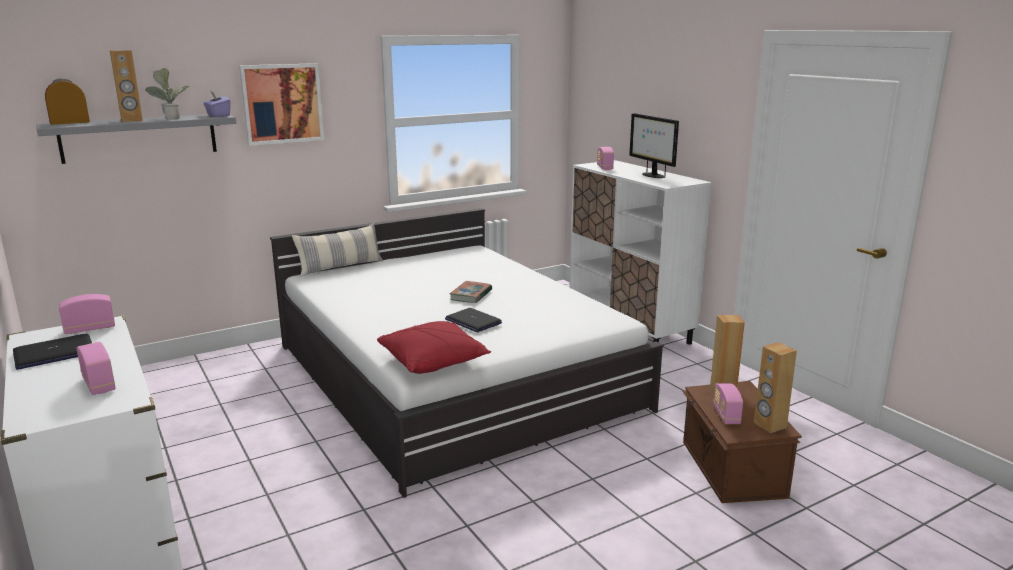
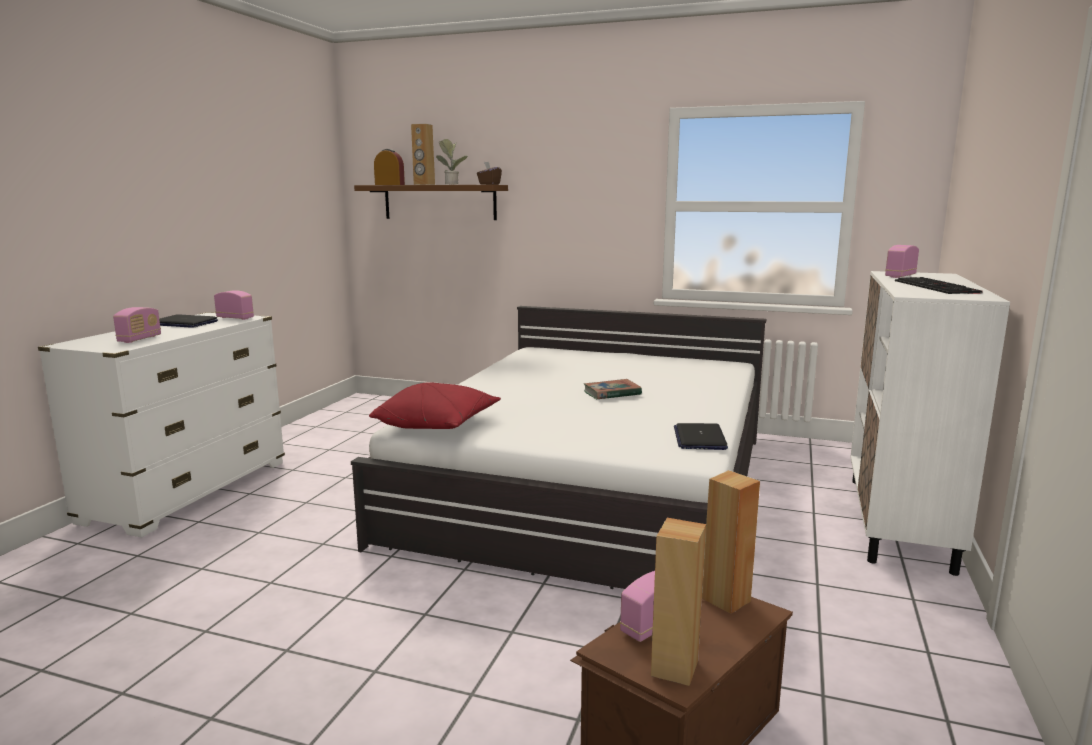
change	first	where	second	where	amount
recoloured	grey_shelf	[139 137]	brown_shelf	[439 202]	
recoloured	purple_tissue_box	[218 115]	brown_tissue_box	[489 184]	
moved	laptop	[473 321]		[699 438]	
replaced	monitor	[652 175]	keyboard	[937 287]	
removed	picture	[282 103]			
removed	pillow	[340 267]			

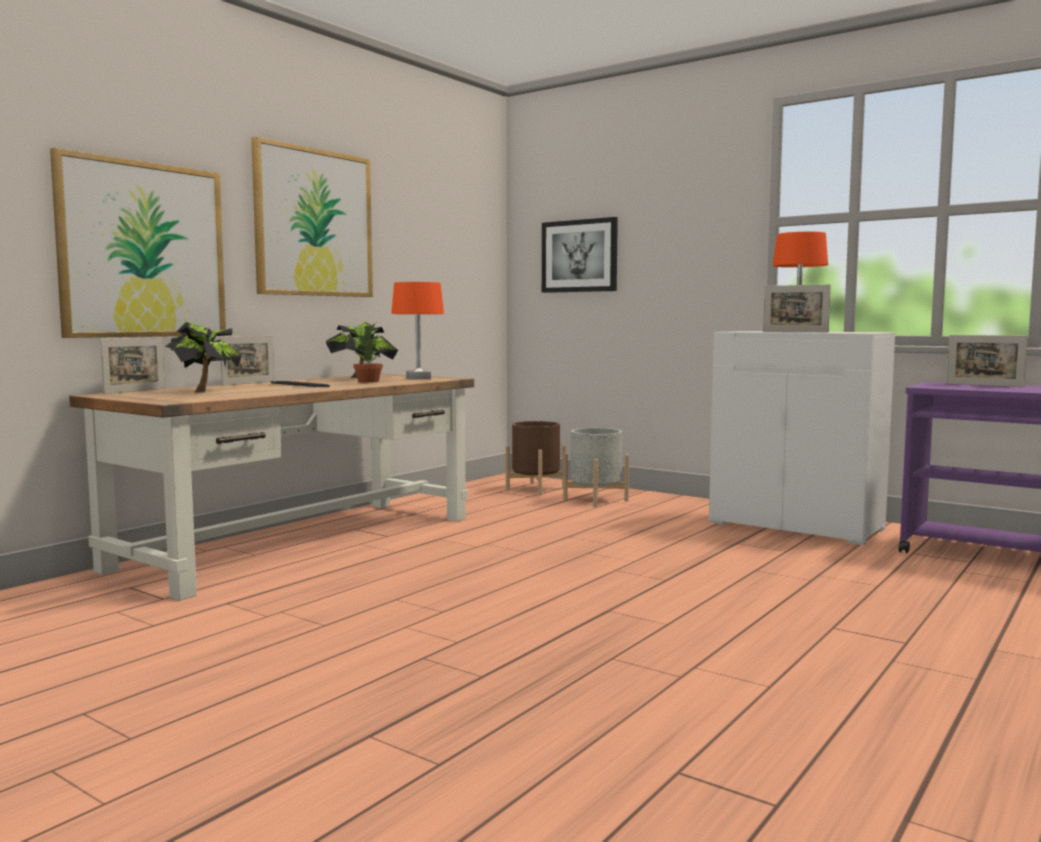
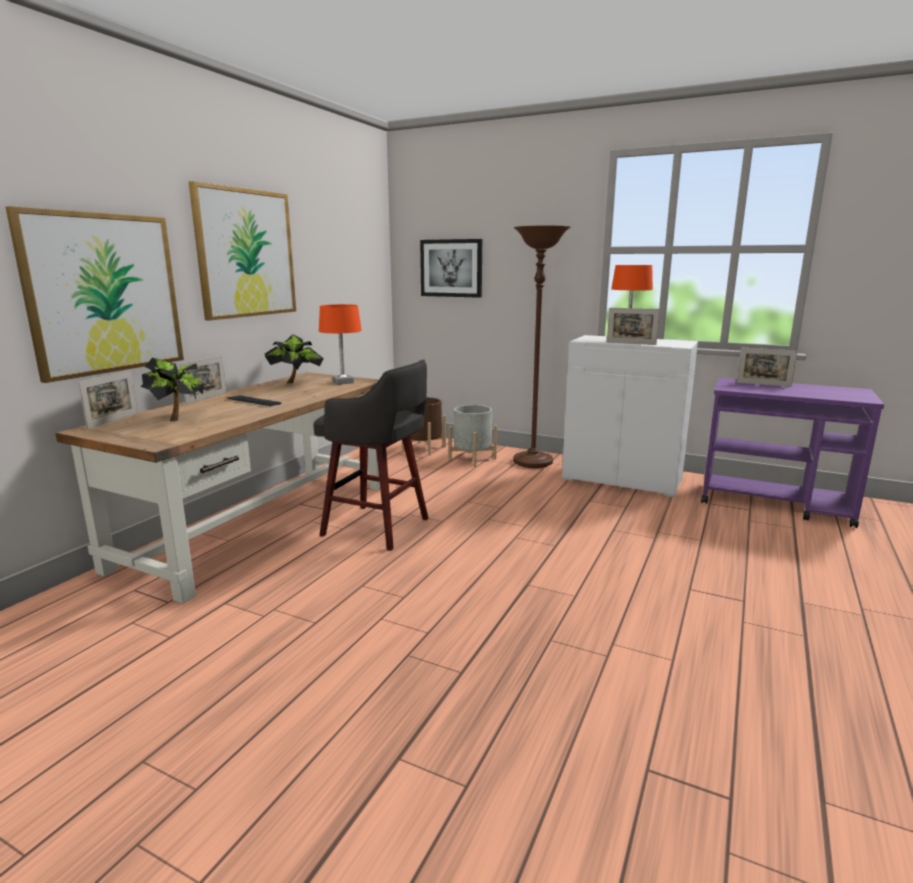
change	first	where	second	where	amount
added			grey_stool	[379 528]	
added			brown_floor_lamp	[532 462]	
removed	potted_plant	[368 381]			

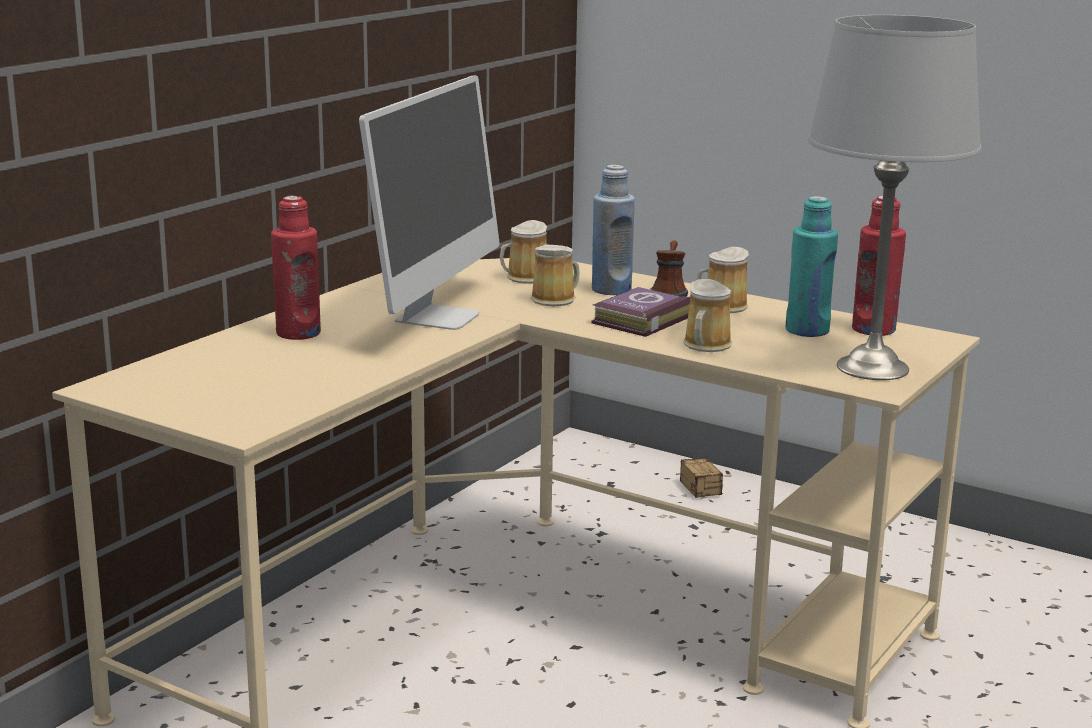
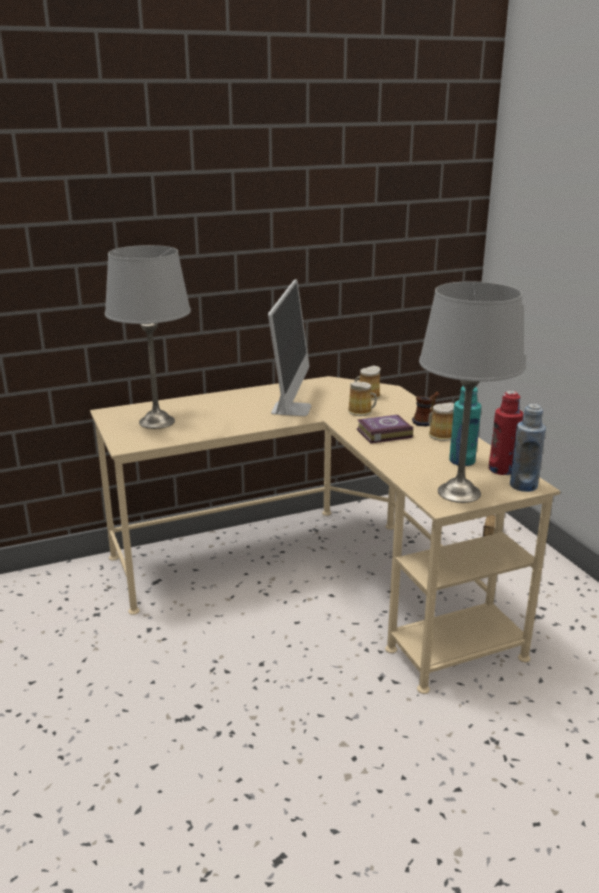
change	first	where	second	where	amount
added			grey_table_lamp	[156 422]	
turned	monitor	[437 317]		[291 409]	45 degrees counterclockwise
moved	blue_bottle	[611 290]		[523 485]	
removed	red_bottle	[298 333]			
removed	mug	[706 345]			

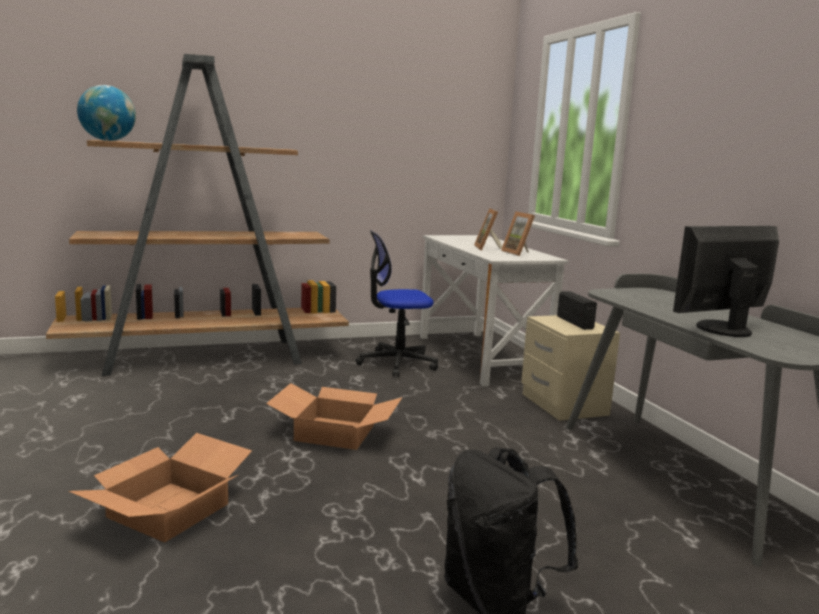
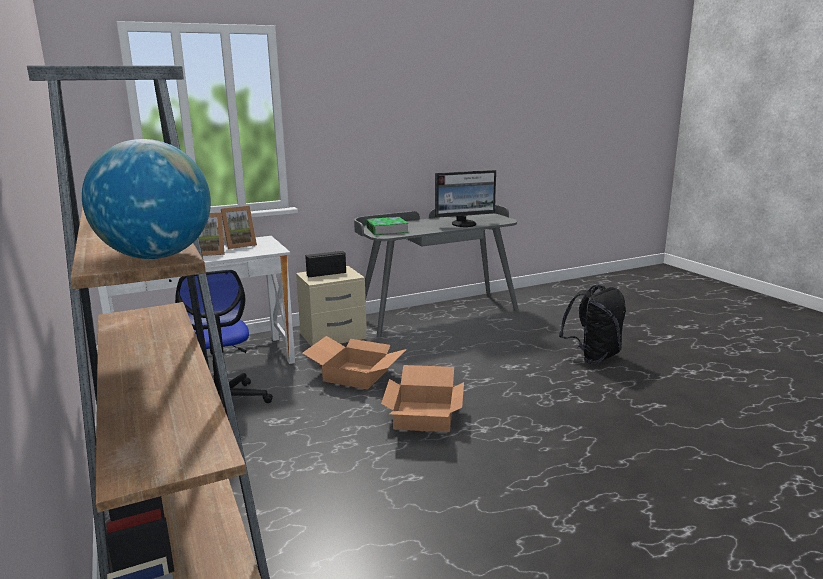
change	first	where	second	where	amount
moved	cardboard_box	[168 509]		[355 375]	
added			book	[387 230]	
turned	monitor	[720 329]		[464 224]	75 degrees counterclockwise

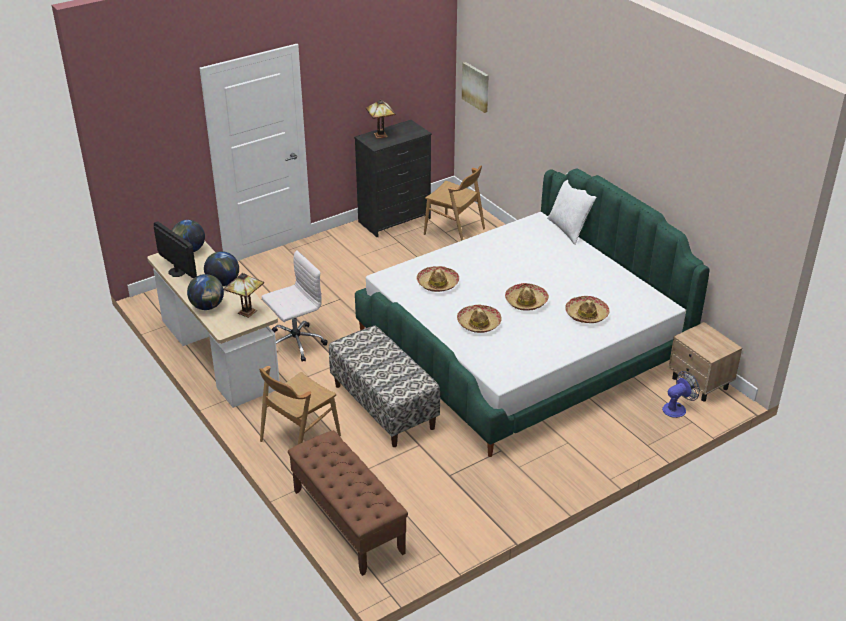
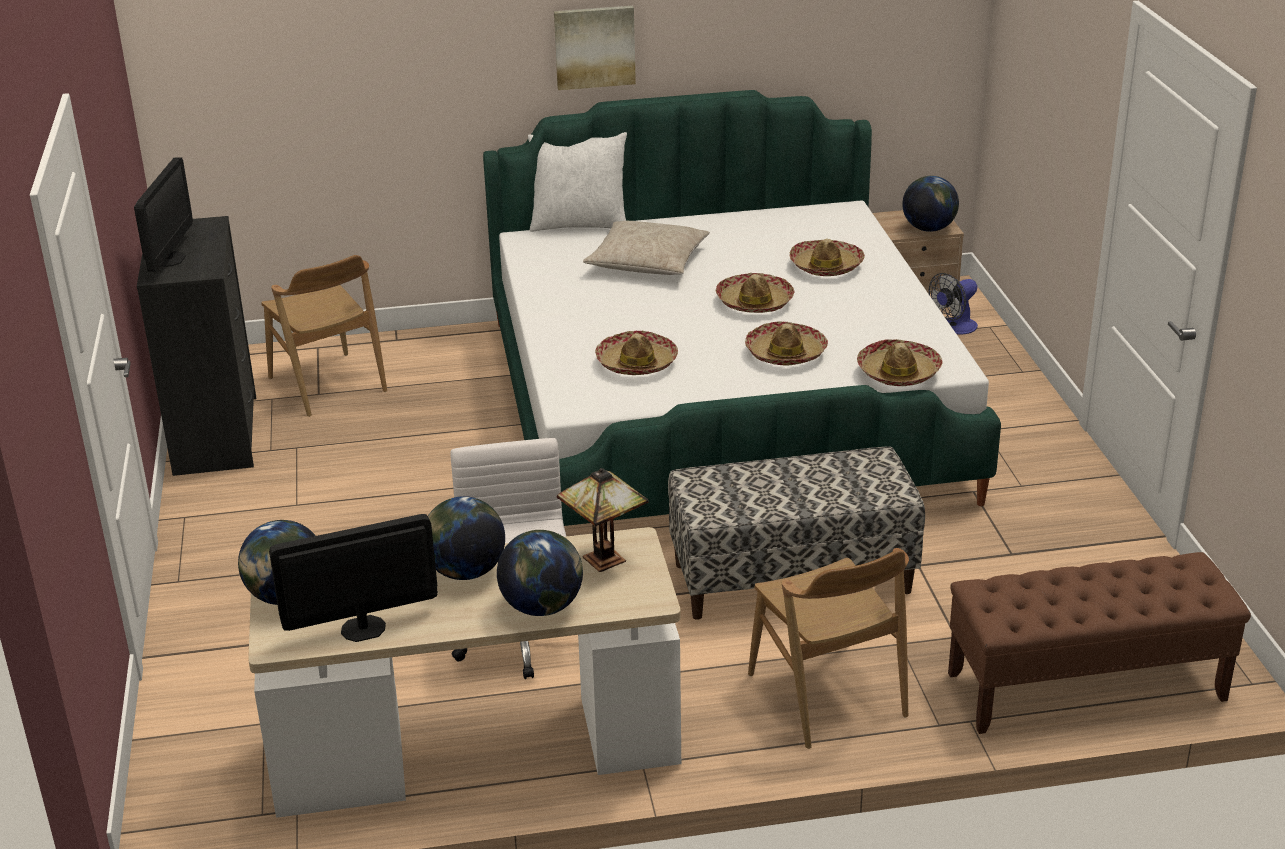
change	first	where	second	where	amount
replaced	table_lamp	[381 135]	monitor	[169 259]	
turned	brown_chair	[454 232]		[327 385]	90 degrees clockwise
moved	picture	[476 86]		[594 47]	
added			beige_pillow	[647 261]	
added			hat	[898 372]	
added			globe	[928 228]	
turned	fan	[677 408]		[954 328]	120 degrees counterclockwise

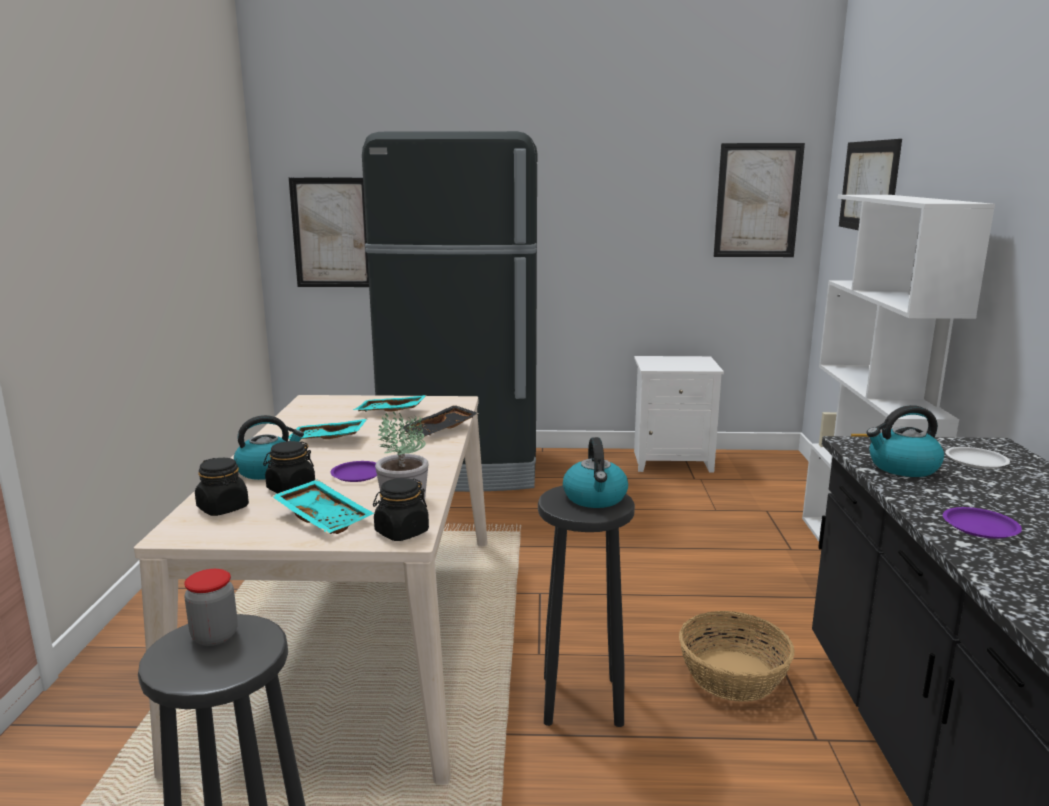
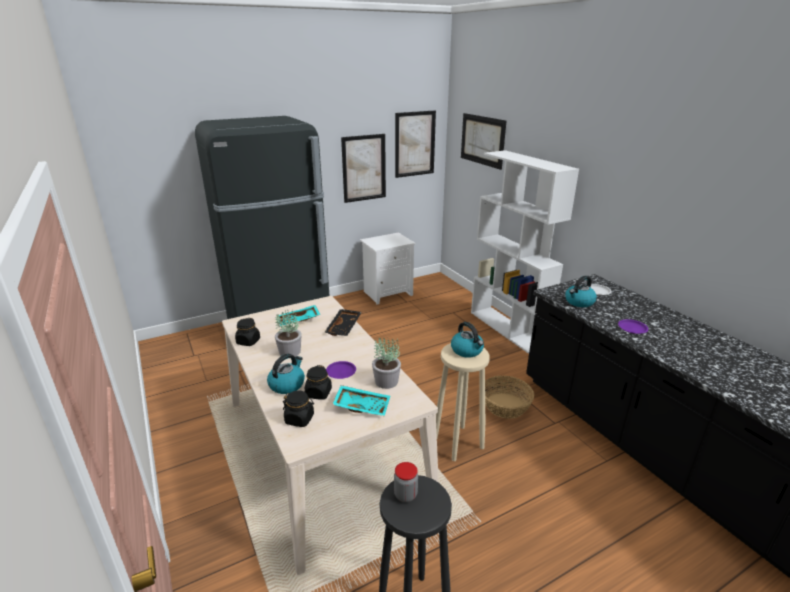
change	first	where	second	where	amount
moved	black_jar	[401 532]		[248 341]	
replaced	turquoise_tray	[327 440]	potted_plant	[290 352]	
moved	picture	[332 233]		[364 168]	
recoloured	black_stool	[582 701]	beige_stool	[458 443]	

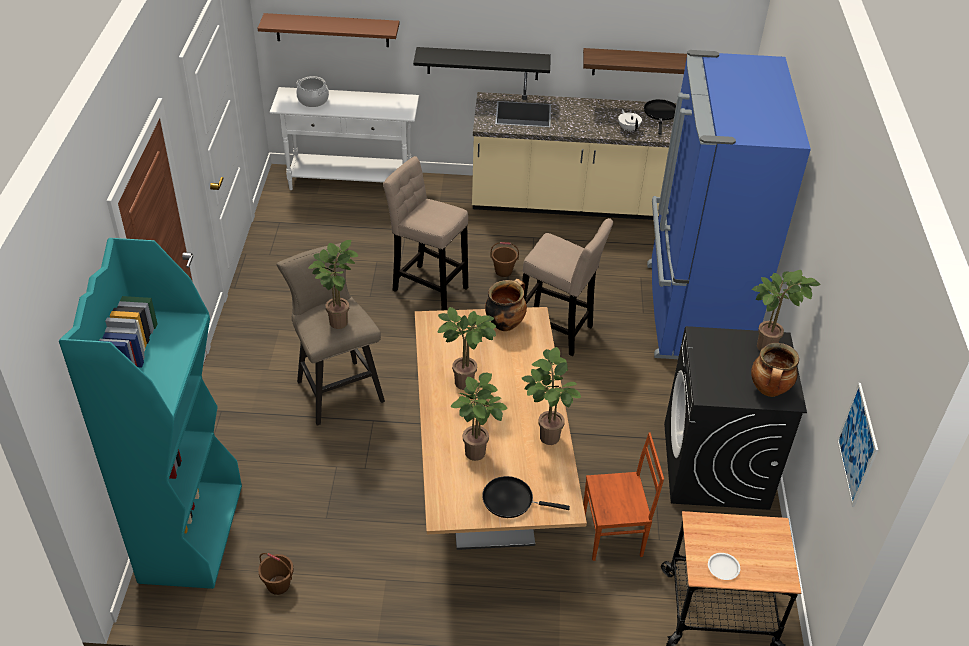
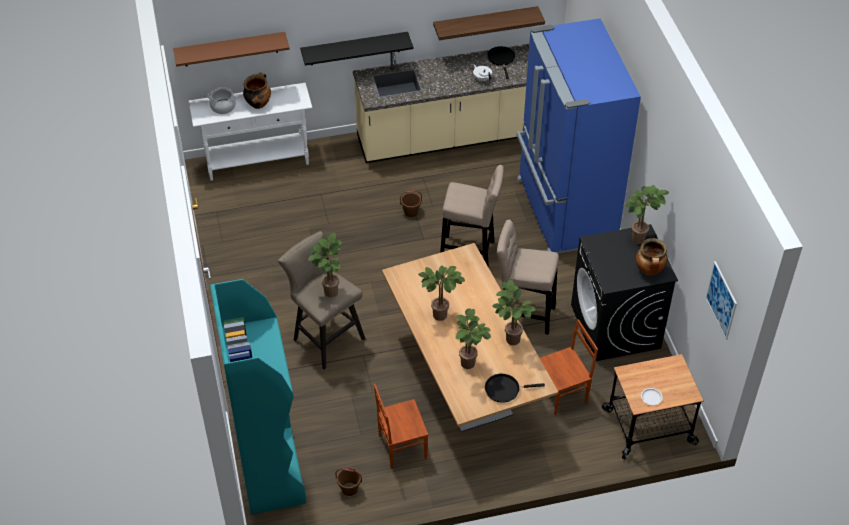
change	first	where	second	where	amount
moved	cooking_pot	[505 323]		[258 103]	
added			brown_chair	[401 446]	
moved	beige_stool	[427 286]		[523 314]	

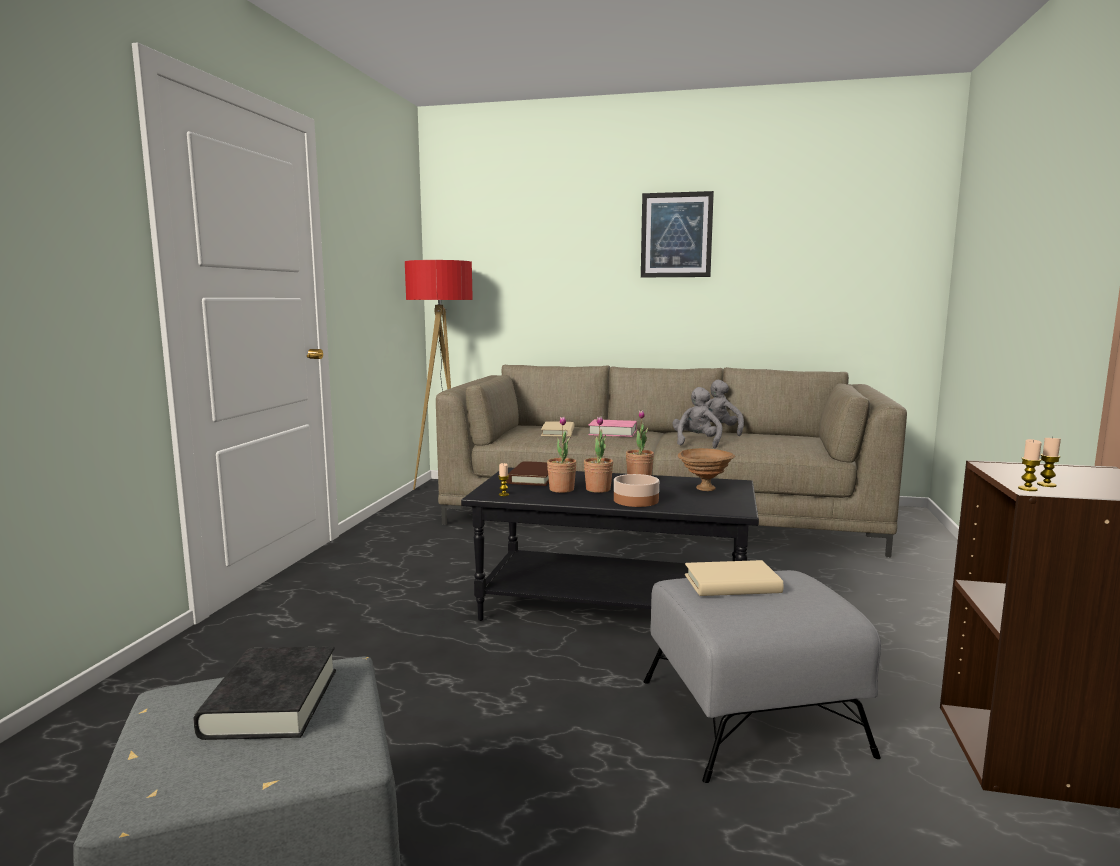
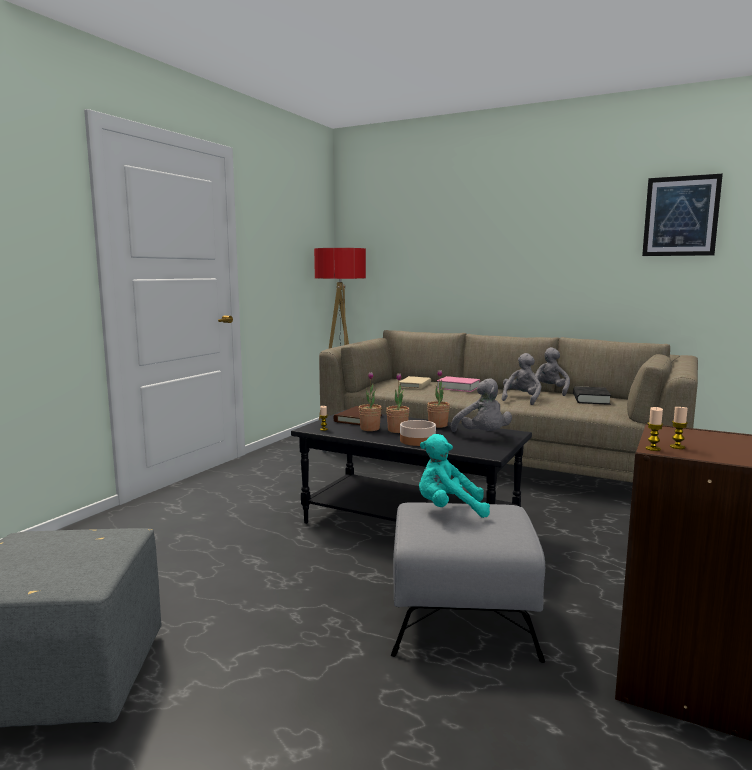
change	first	where	second	where	amount
replaced	beige_book	[732 584]	turquoise_plush_toy	[448 510]	
replaced	brown_bowl	[704 489]	grey_plush_toy	[482 436]	
moved	black_book	[271 703]		[591 399]	
moved	picture	[676 235]		[681 216]	

